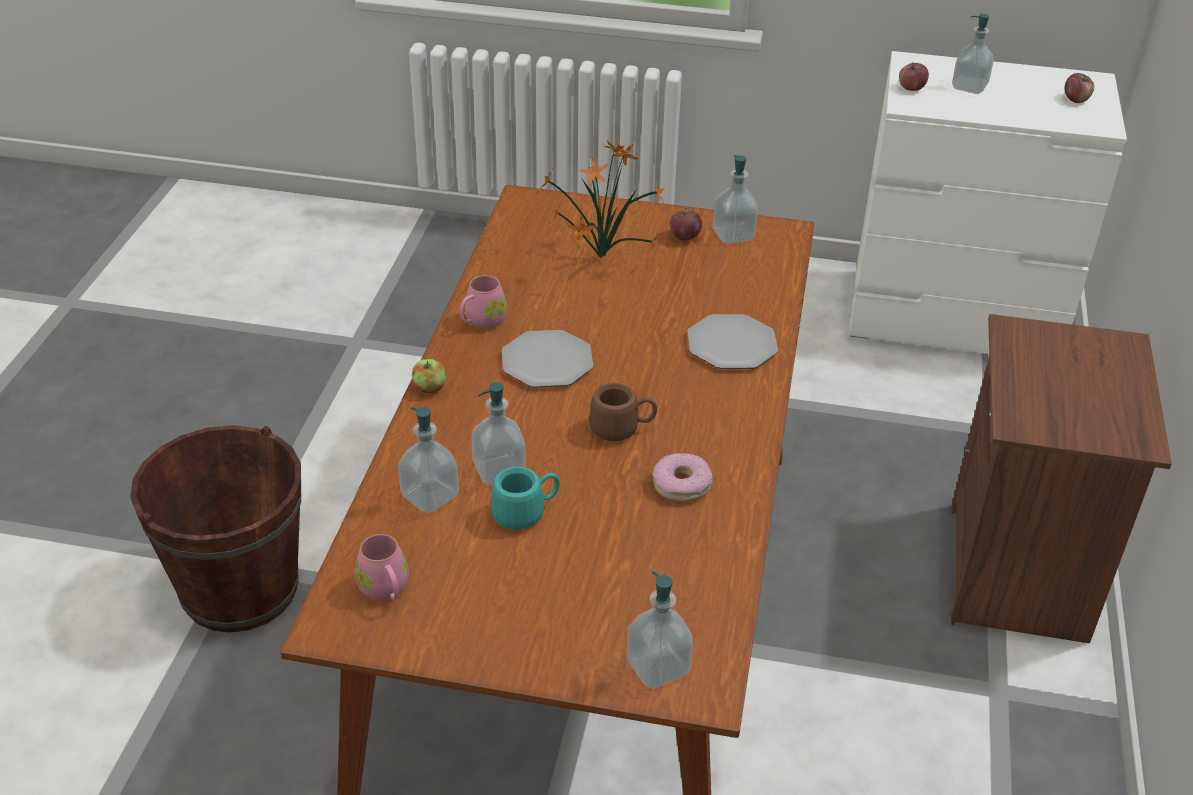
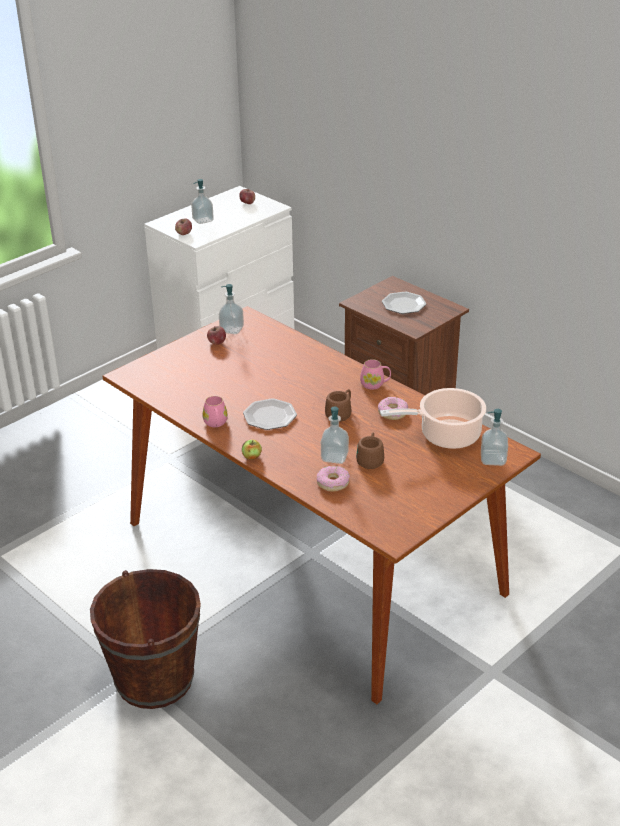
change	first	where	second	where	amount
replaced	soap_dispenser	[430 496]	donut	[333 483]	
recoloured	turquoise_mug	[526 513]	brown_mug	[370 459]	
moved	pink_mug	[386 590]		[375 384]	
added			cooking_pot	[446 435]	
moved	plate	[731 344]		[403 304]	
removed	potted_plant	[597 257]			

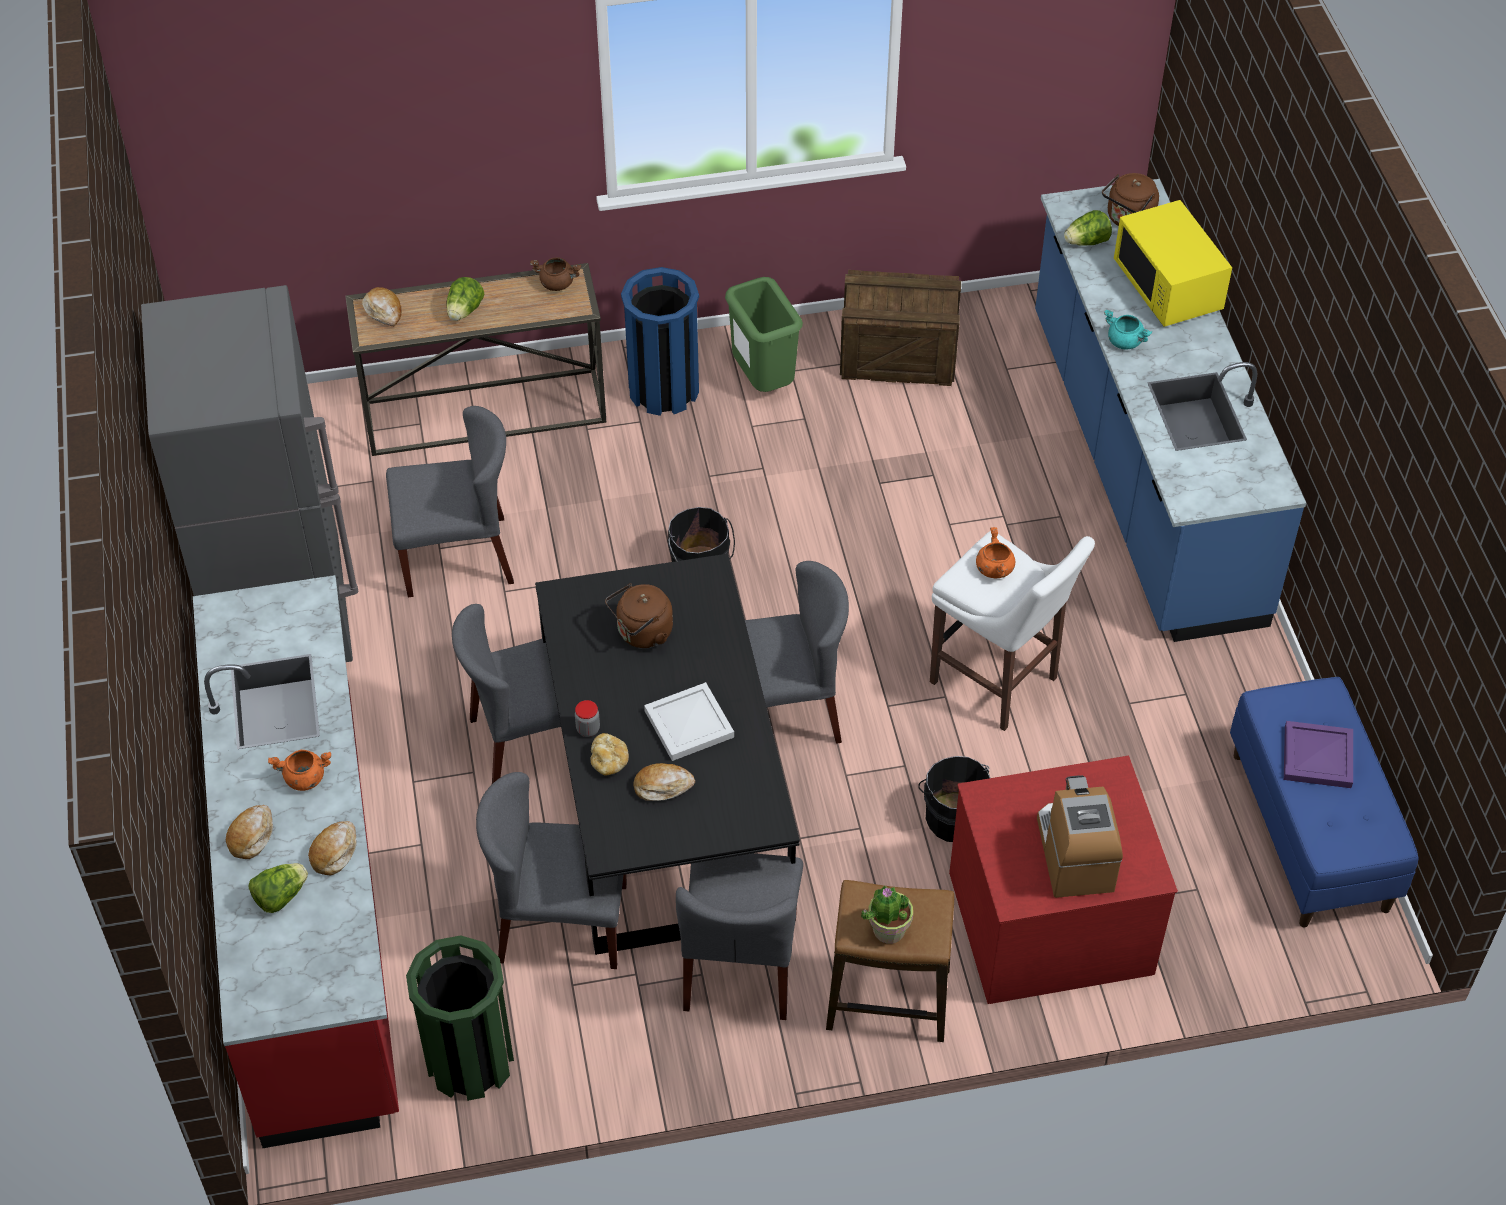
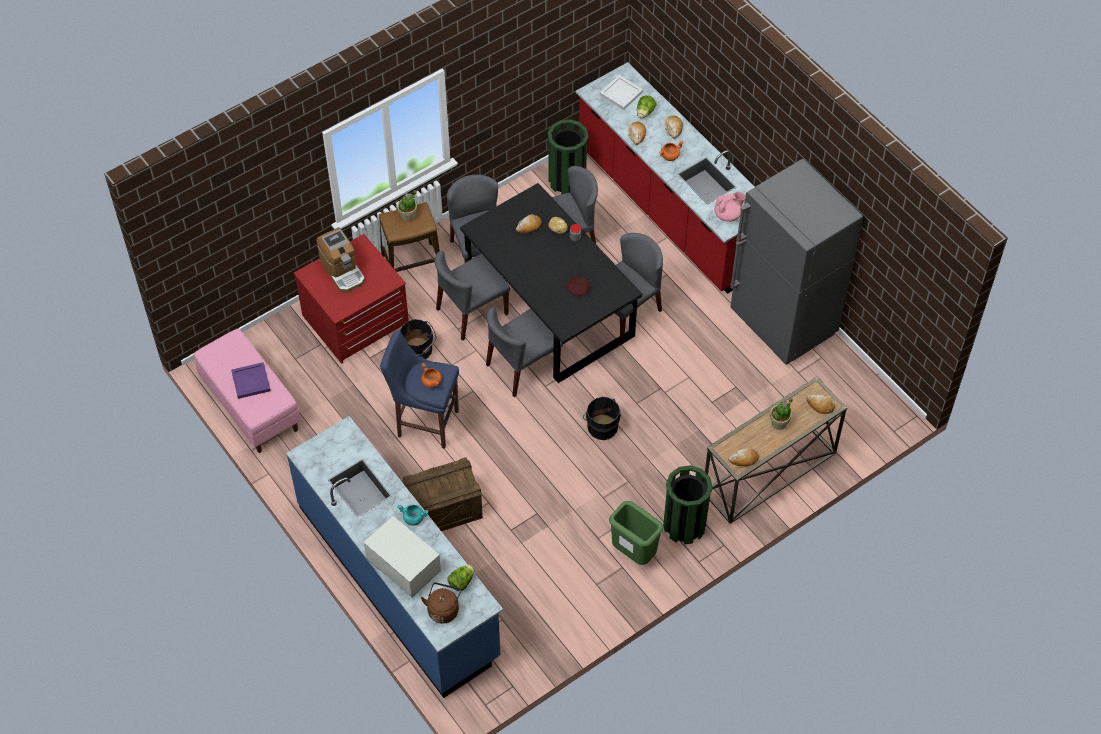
change	first	where	second	where	amount
recoloured	blue_bench	[1311 831]	pink_bench	[250 405]	
recoloured	yellow_microwave	[1168 287]	white_microwave	[403 566]	
recoloured	white_stool	[998 684]	blue_stool	[425 422]	
moved	crate	[898 357]		[443 510]	
moved	grey_chair	[457 556]		[471 312]	
replaced	brown_kettle	[642 633]	brown_plate	[578 288]	
moved	white_tray	[689 723]		[621 94]	
recoloured	blue_trash_can	[664 389]	green_trash_can	[684 525]	
added			pink_teapot	[728 215]	
replaced	brown_cooking_pot	[557 283]	bread	[743 459]	
replaced	lettuce	[465 311]	potted_plant	[779 423]	

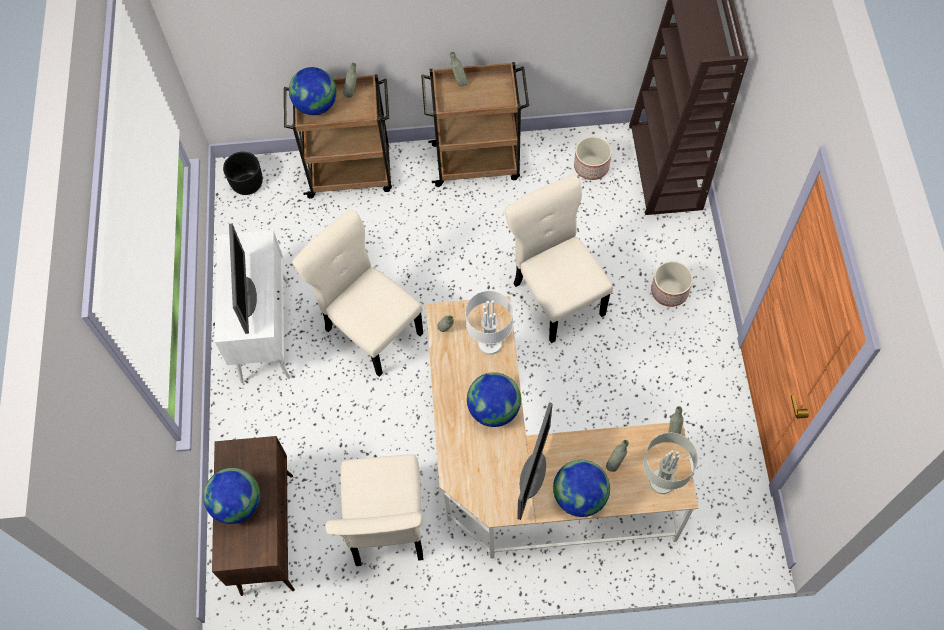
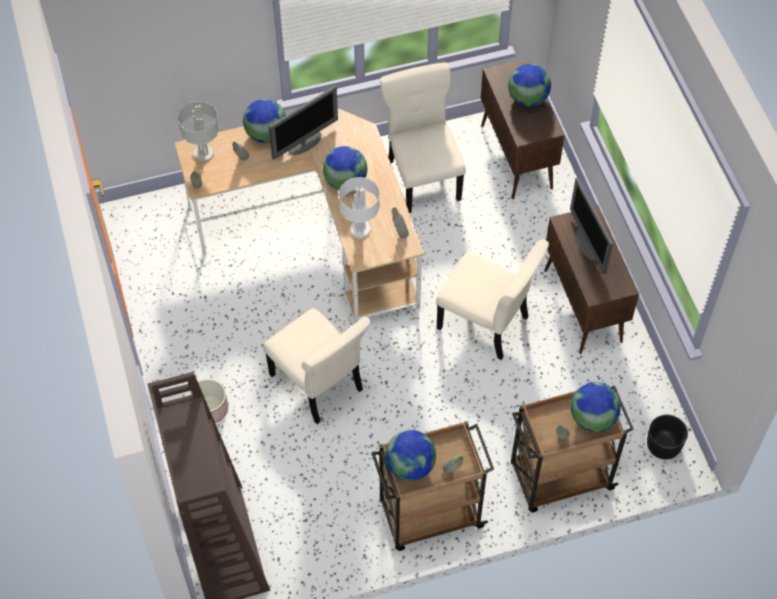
change	first	where	second	where	amount
turned	monitor	[533 474]		[305 142]	135 degrees counterclockwise
added			globe	[410 466]	
recoloured	white_cabinet	[265 330]	brown_cabinet	[583 307]	
removed	planter	[591 166]			

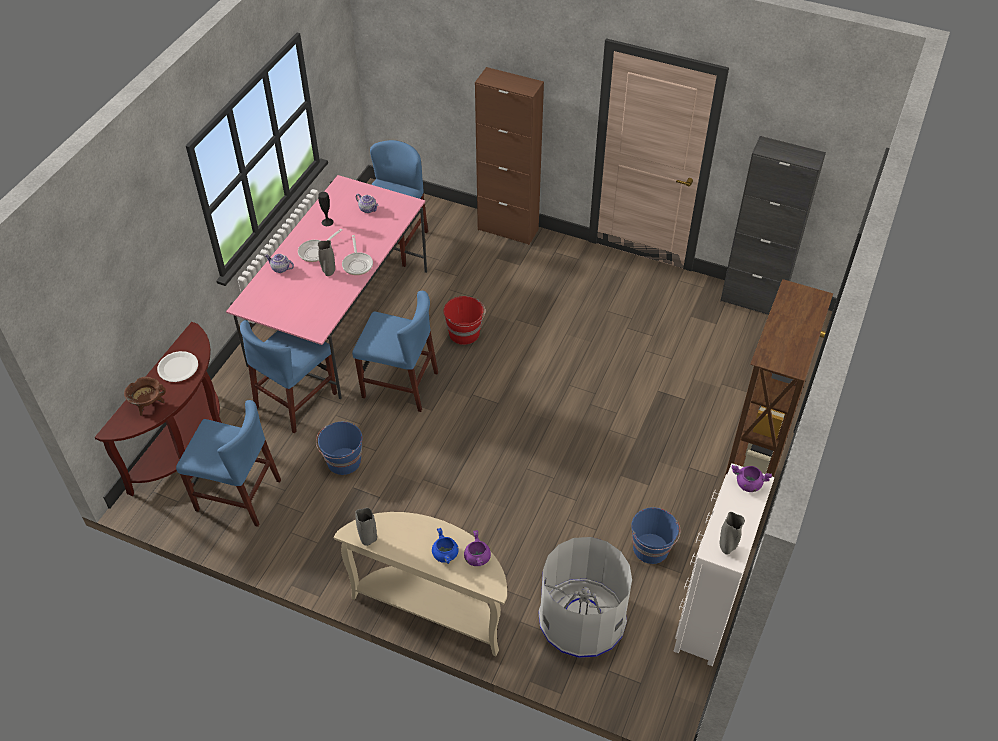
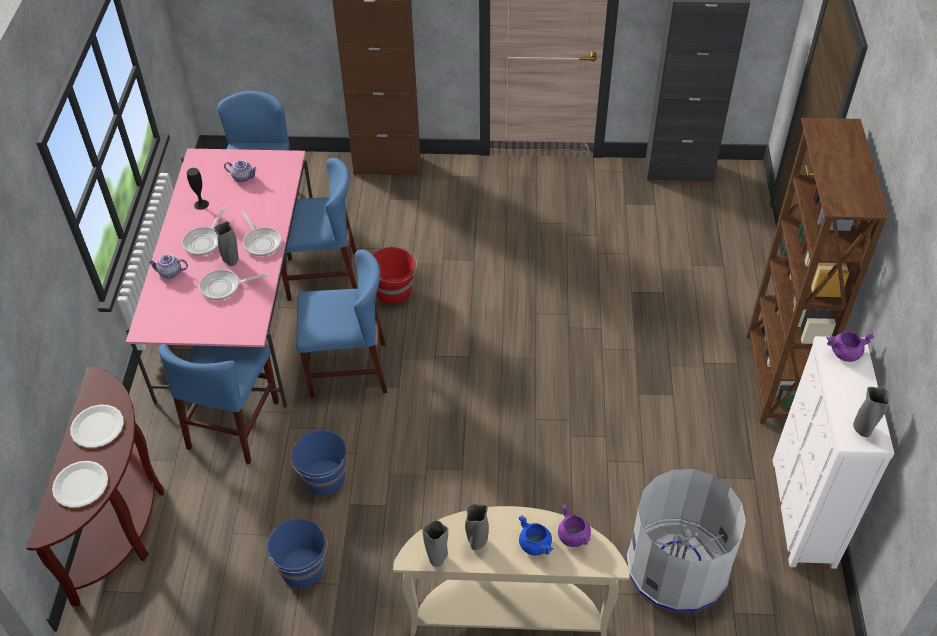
change	first	where	second	where	amount
replaced	brown_cooking_pot	[148 405]	white_plate	[80 485]	
added			frying_pan	[224 287]	
moved	blue_bucket	[651 549]		[303 568]	
moved	blue_chair	[238 495]		[322 276]	
added			grey_vase	[477 542]	

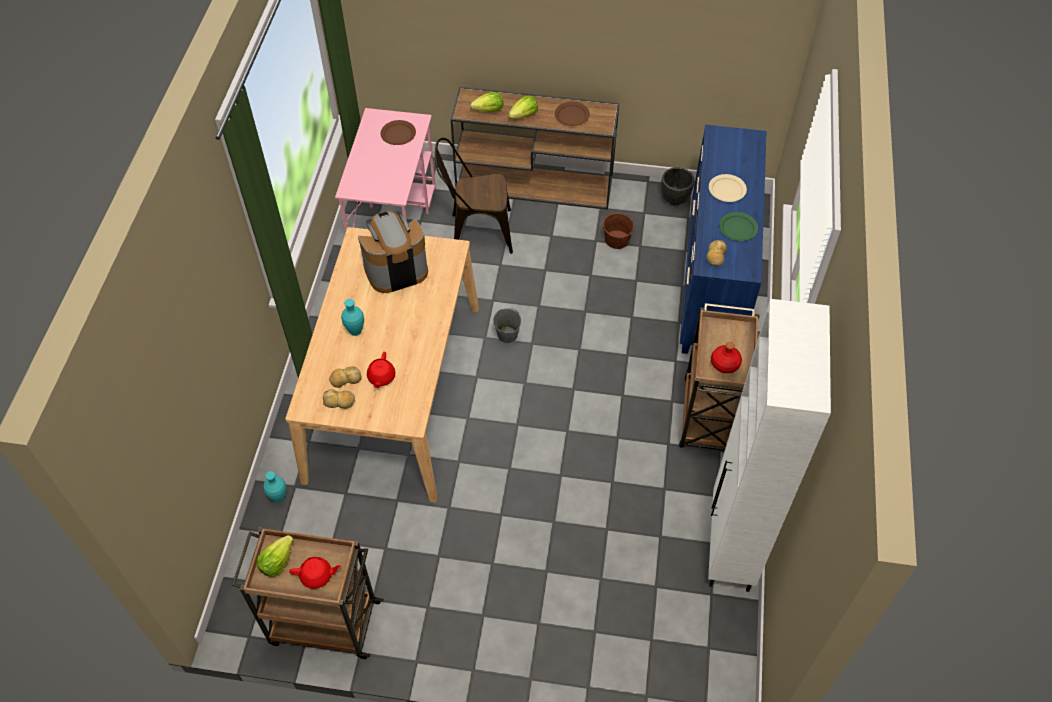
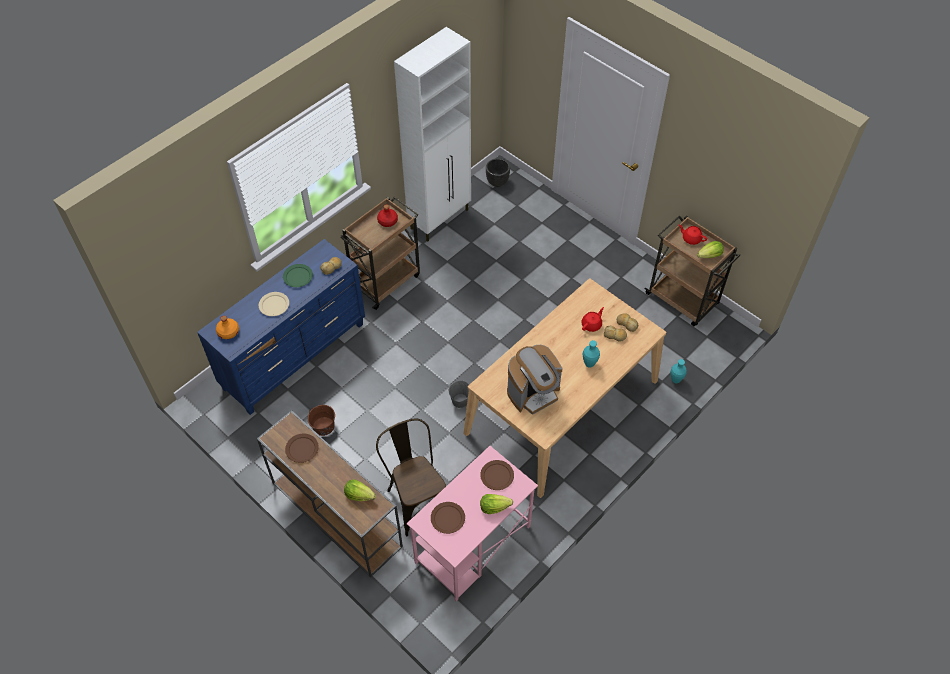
change	first	where	second	where	amount
added			orange_bottle	[228 332]	
turned	brown_chair	[475 232]		[416 497]	150 degrees counterclockwise
added			brown_plate	[497 475]	
moved	lettuce	[524 115]		[494 507]	
moved	black_planter	[675 199]		[497 182]	
turned	coffee_machine	[396 270]		[533 393]	45 degrees counterclockwise

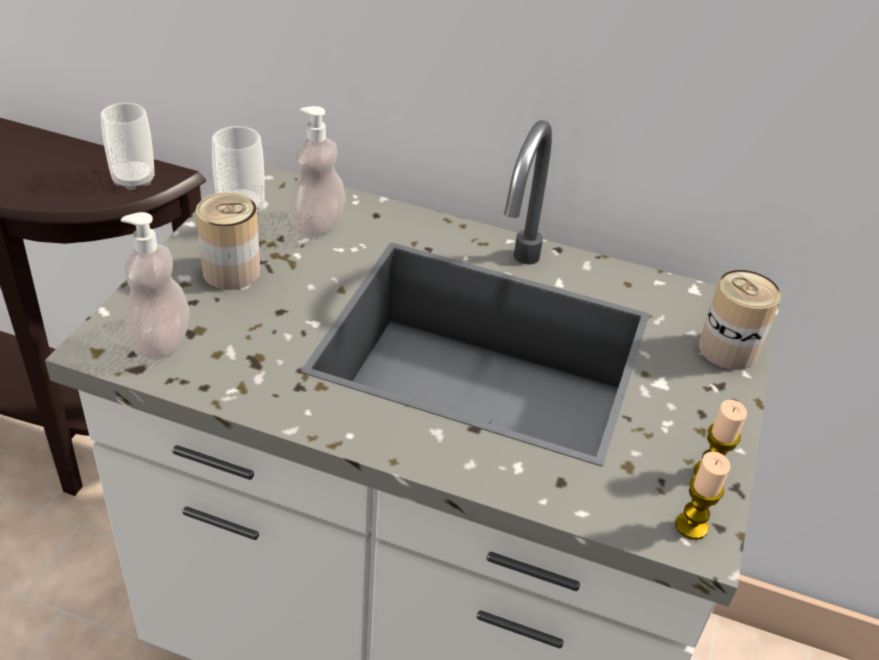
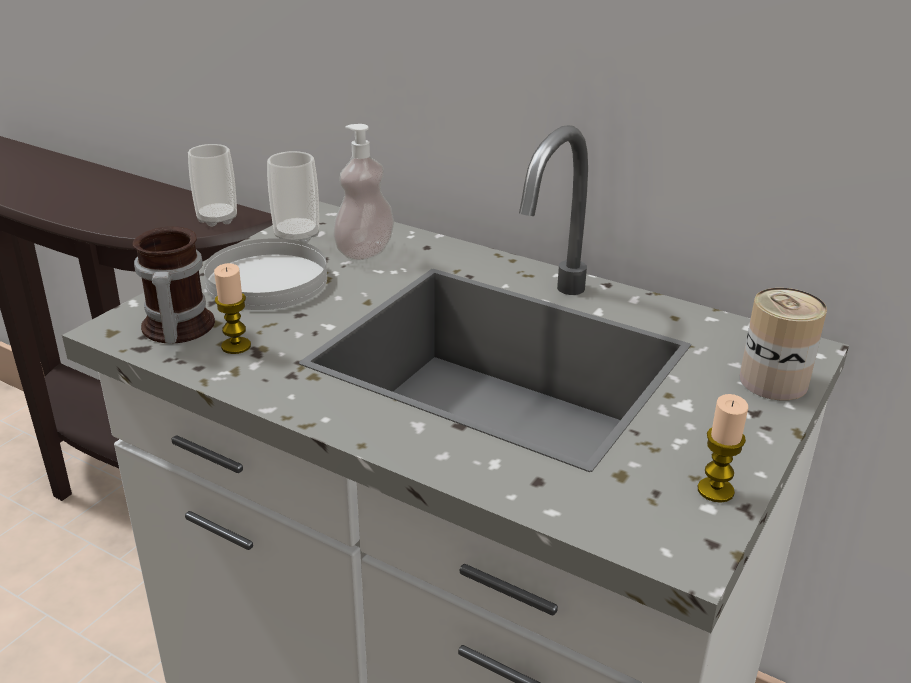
change	first	where	second	where	amount
replaced	soap_dispenser	[161 342]	mug	[174 329]	
replaced	can	[231 271]	white_plate	[266 281]	
moved	candle	[691 526]		[236 346]	

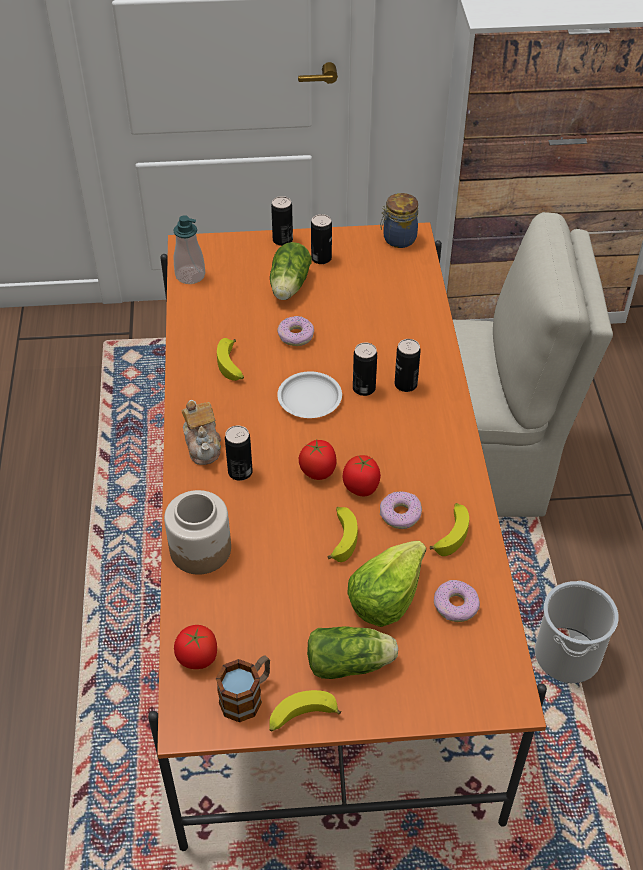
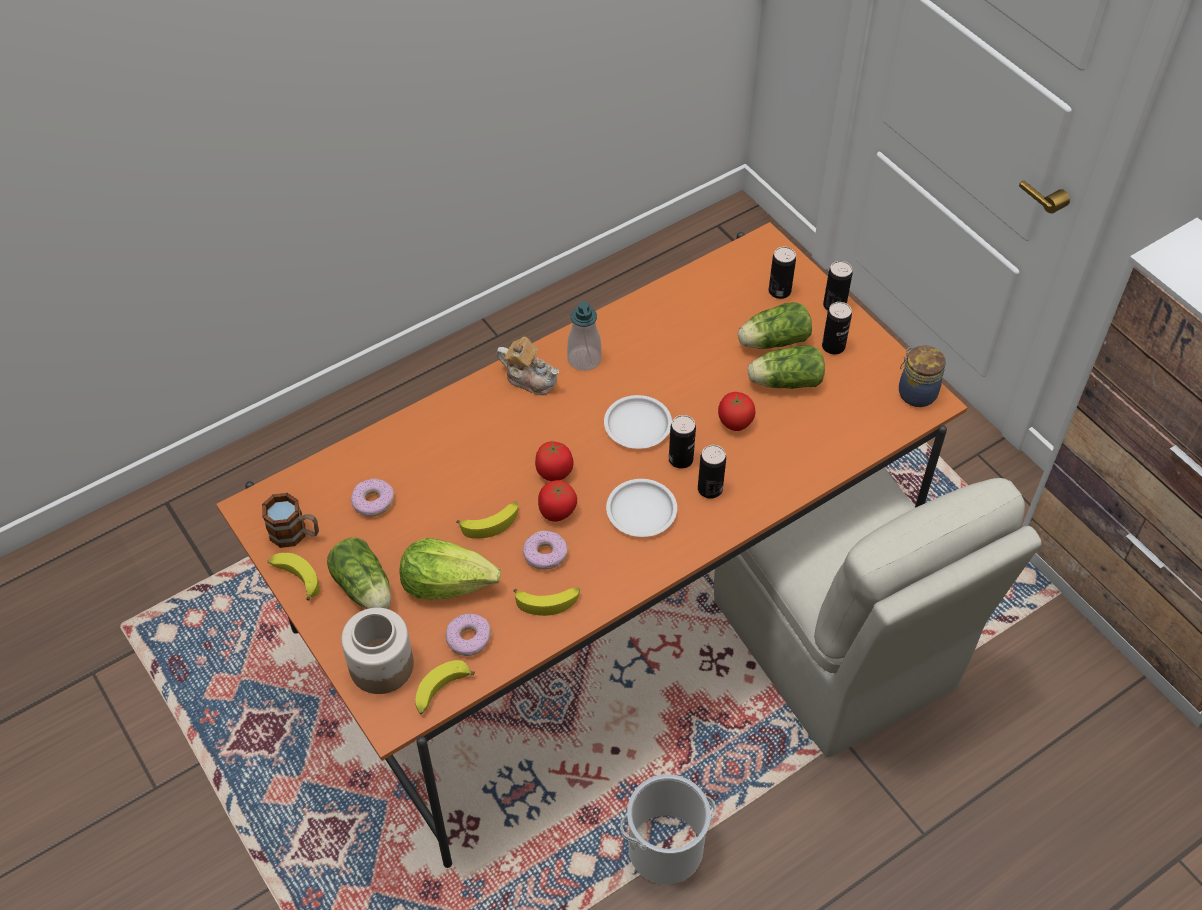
change	first	where	second	where	amount
moved	jar	[200 550]		[380 666]	
moved	donut	[295 336]		[373 501]	
moved	banana	[232 365]		[441 692]	
turned	teapot	[203 444]		[530 378]	105 degrees counterclockwise
moved	soap_dispenser	[190 275]		[584 359]	
added			white_plate	[642 511]	
moved	tomato	[197 658]		[734 422]	
added			lettuce	[783 381]	
moved	can	[240 472]		[779 291]	

